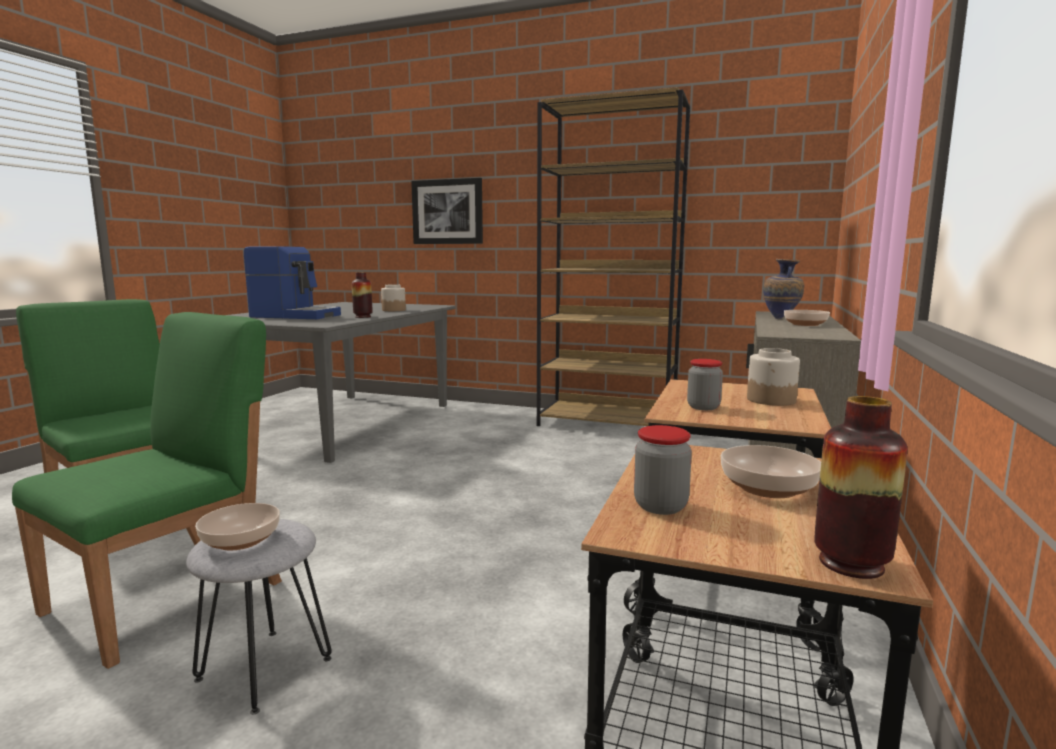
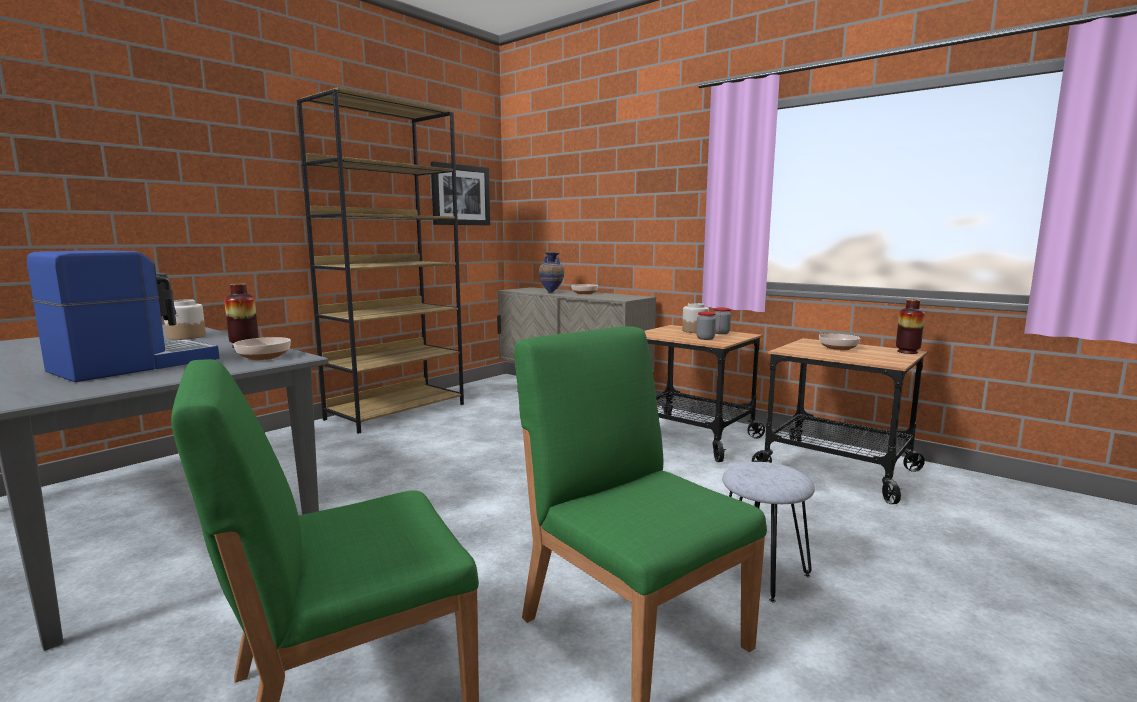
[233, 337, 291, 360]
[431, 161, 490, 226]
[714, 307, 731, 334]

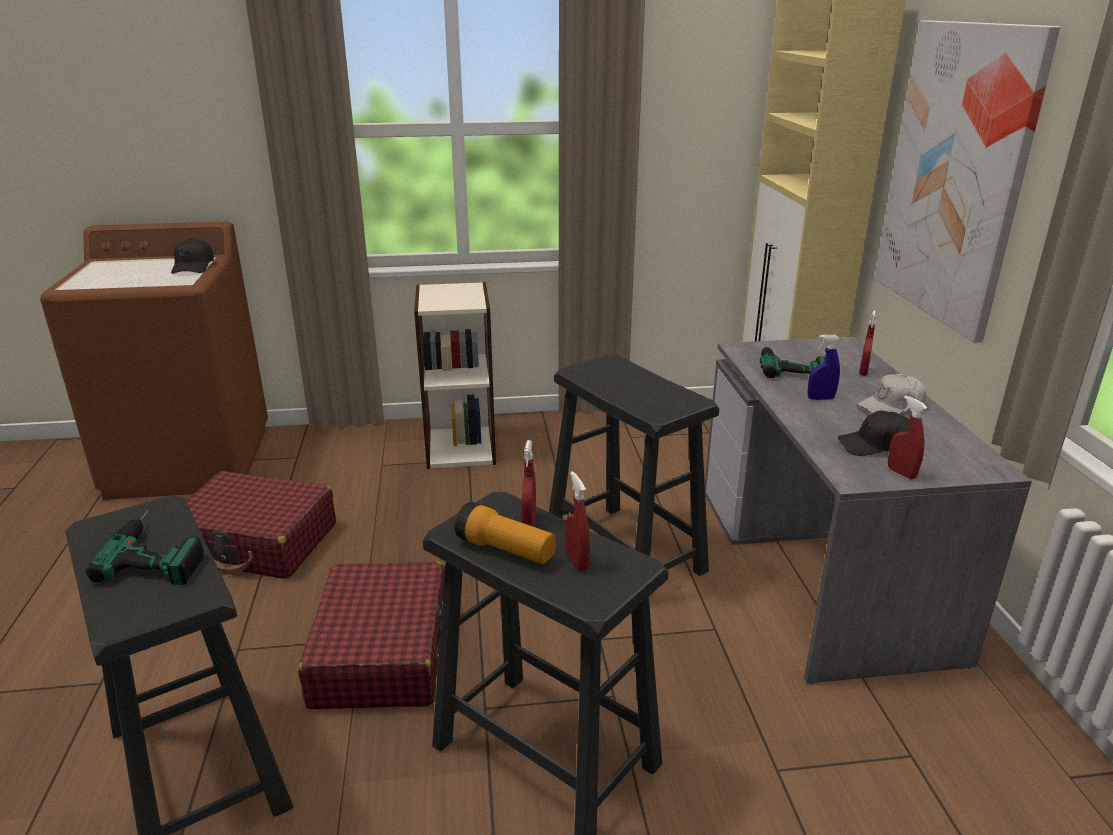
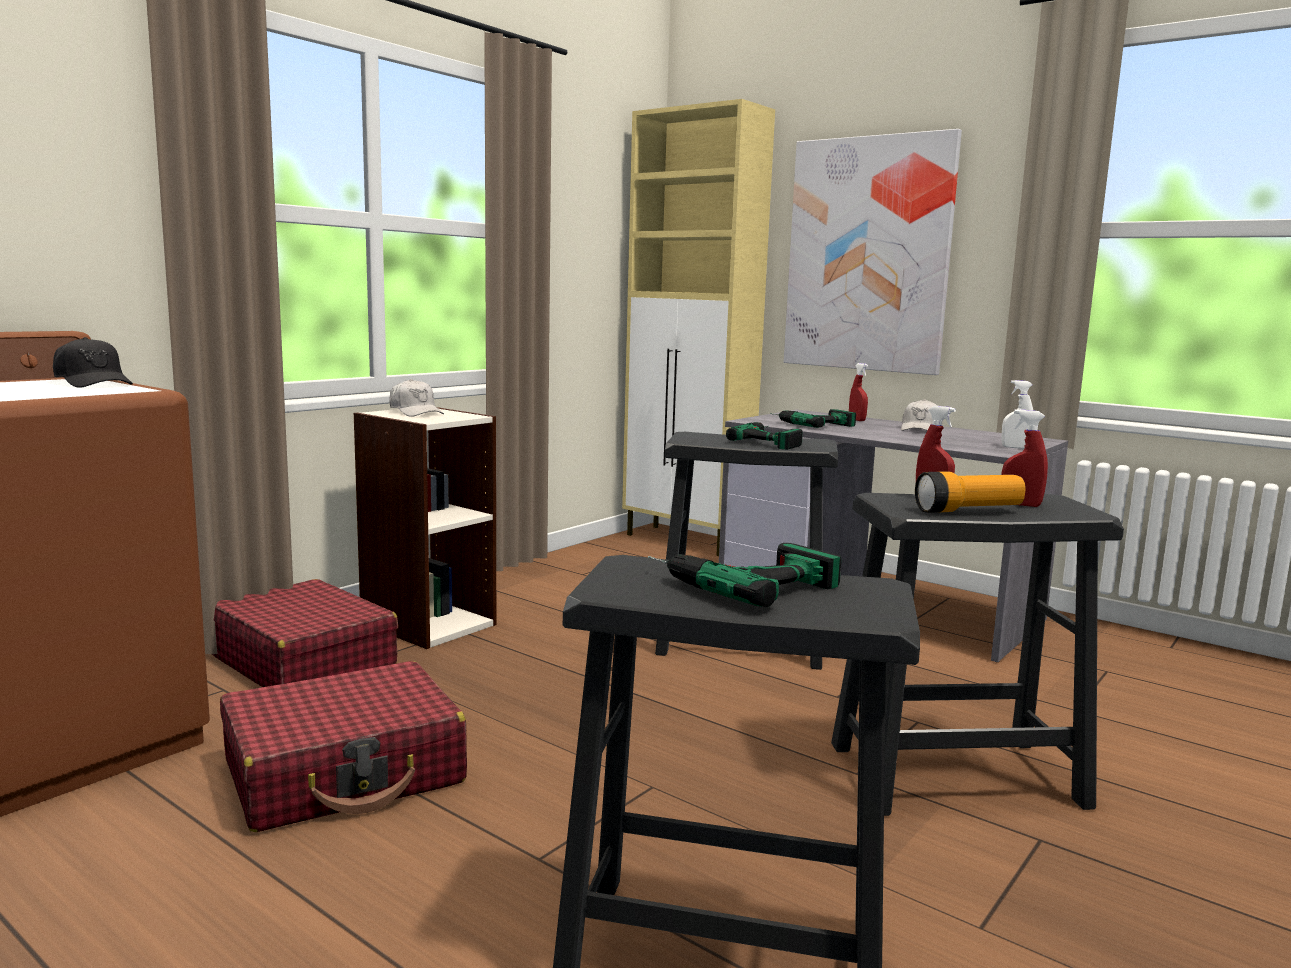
[212, 579, 398, 687]
[808, 335, 840, 400] (first image)
[838, 411, 911, 456] (first image)
[1001, 380, 1033, 449]
[389, 379, 444, 417]
[726, 422, 803, 450]

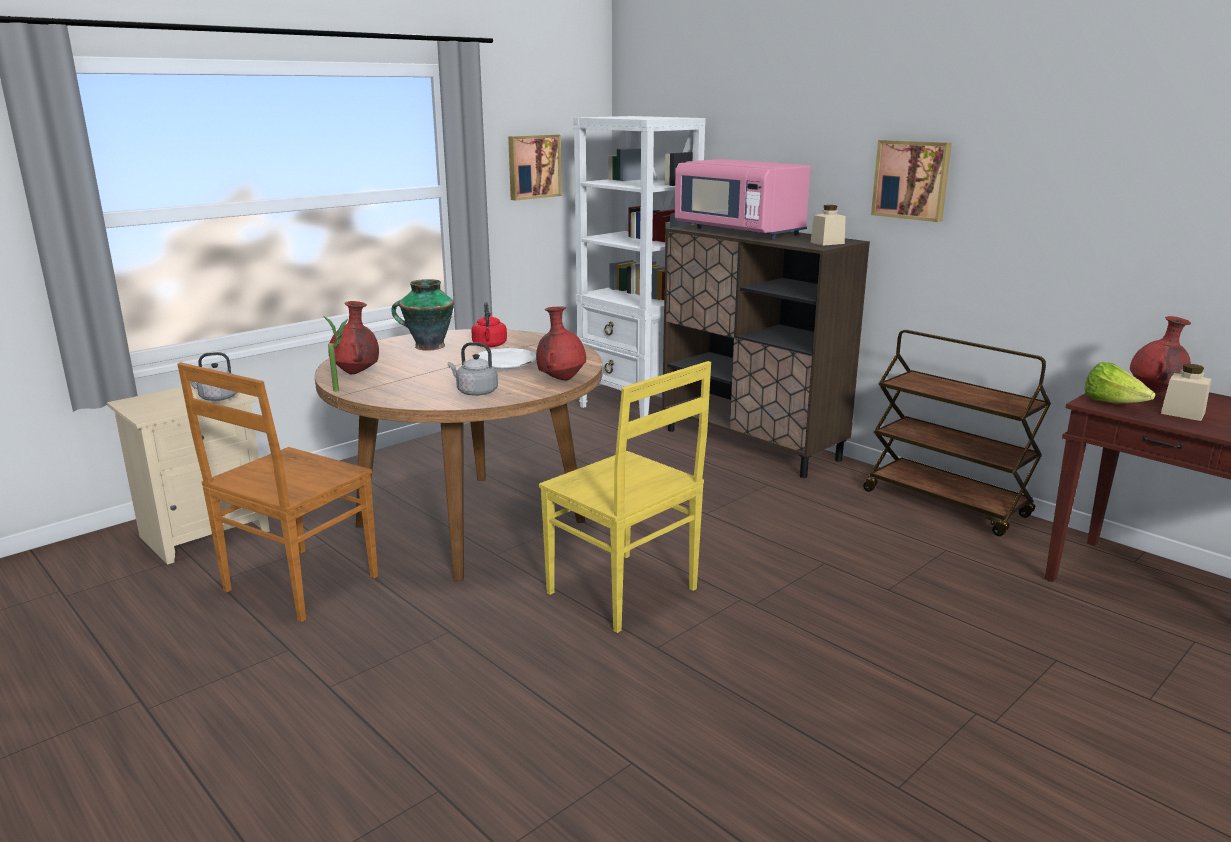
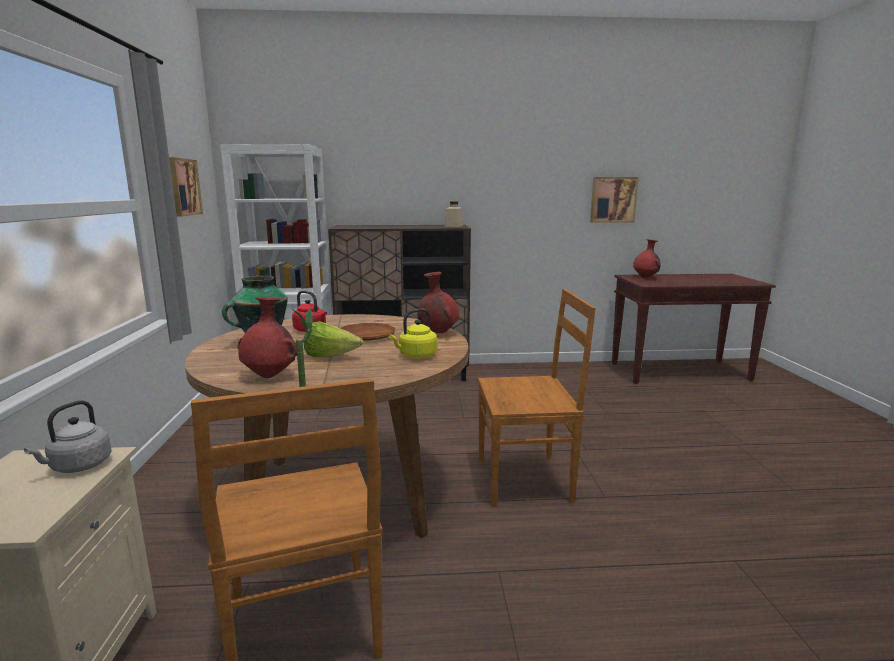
[389, 309, 437, 358]
[340, 323, 395, 341]
[478, 289, 596, 506]
[675, 159, 811, 239] (first image)
[863, 330, 1051, 536] (first image)
[590, 177, 639, 223]
[304, 321, 363, 357]
[1161, 364, 1211, 421] (first image)

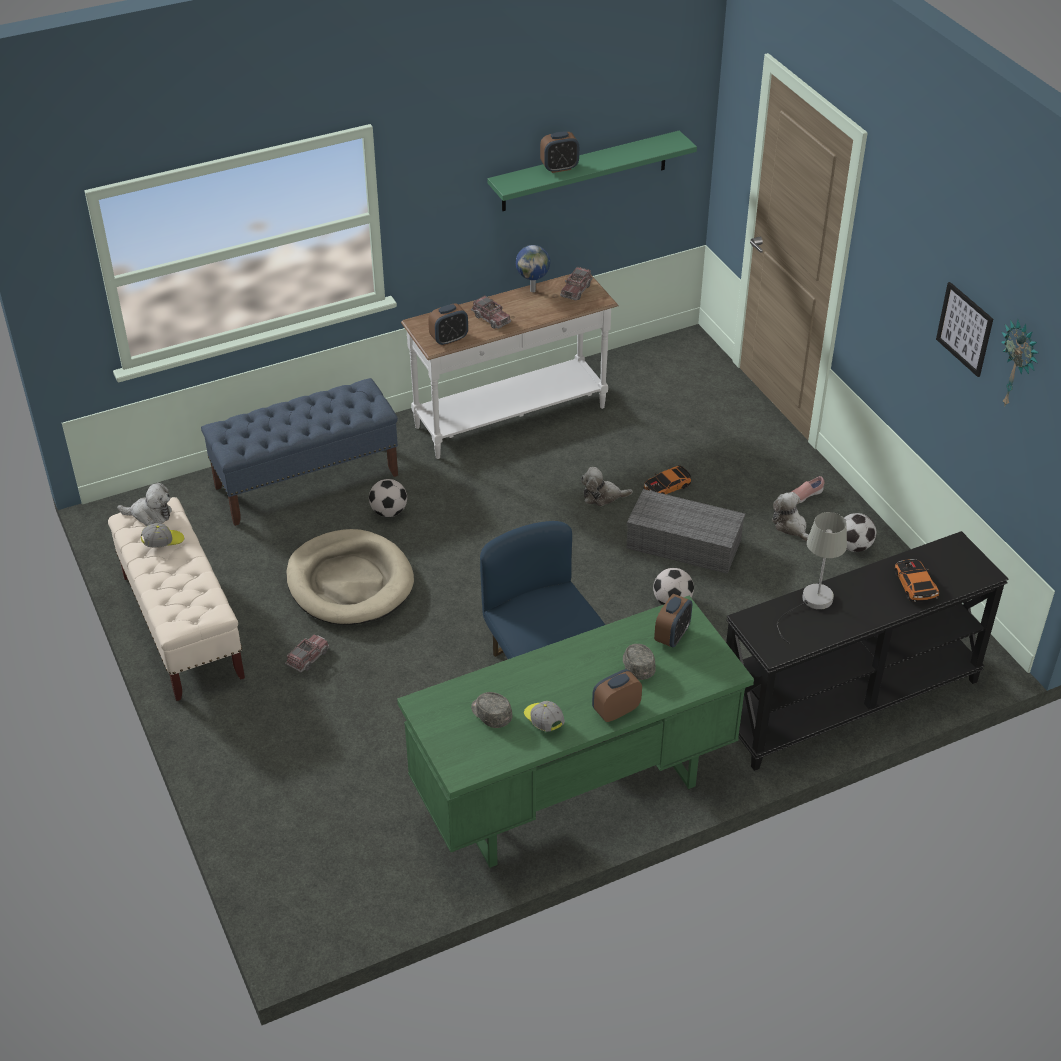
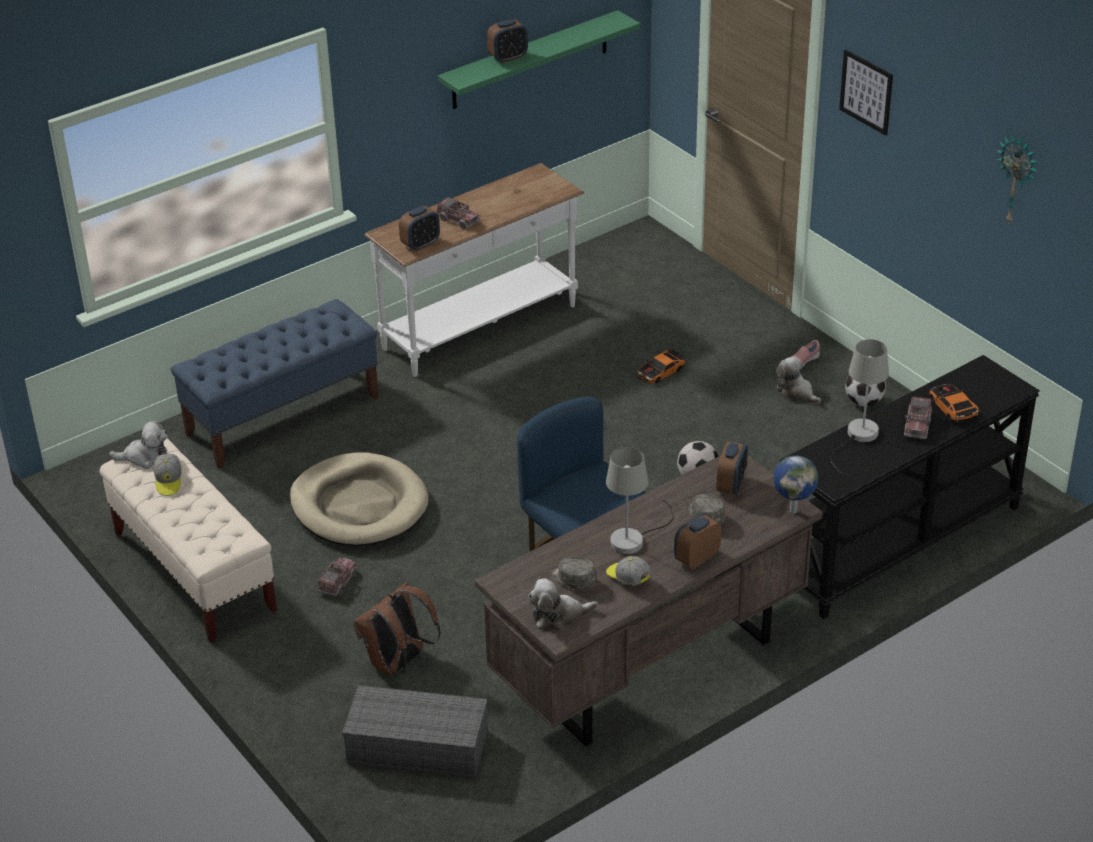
[154, 454, 182, 496]
[369, 479, 407, 517] (first image)
[475, 455, 823, 747]
[773, 455, 819, 514]
[904, 396, 932, 439]
[528, 579, 598, 630]
[342, 685, 488, 778]
[839, 50, 893, 136]
[353, 582, 441, 675]
[606, 447, 674, 555]

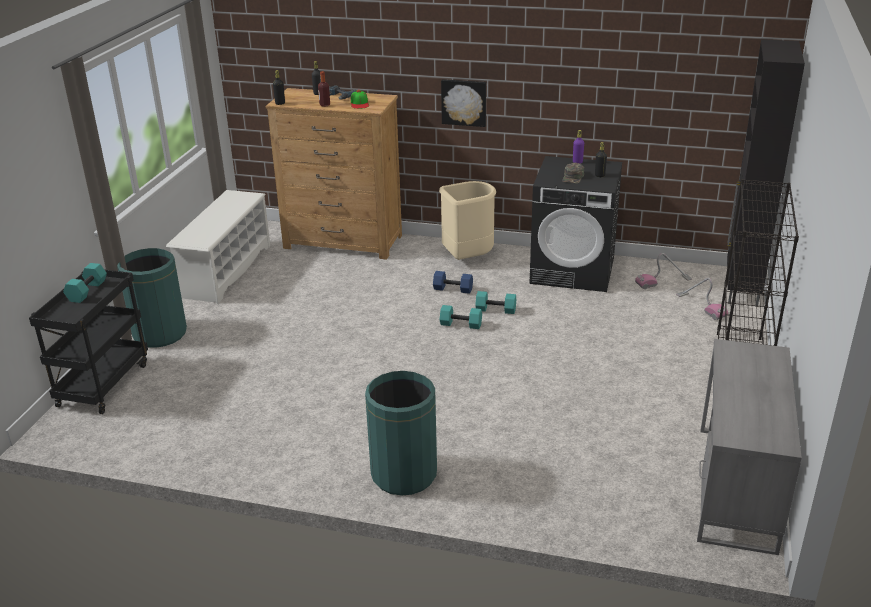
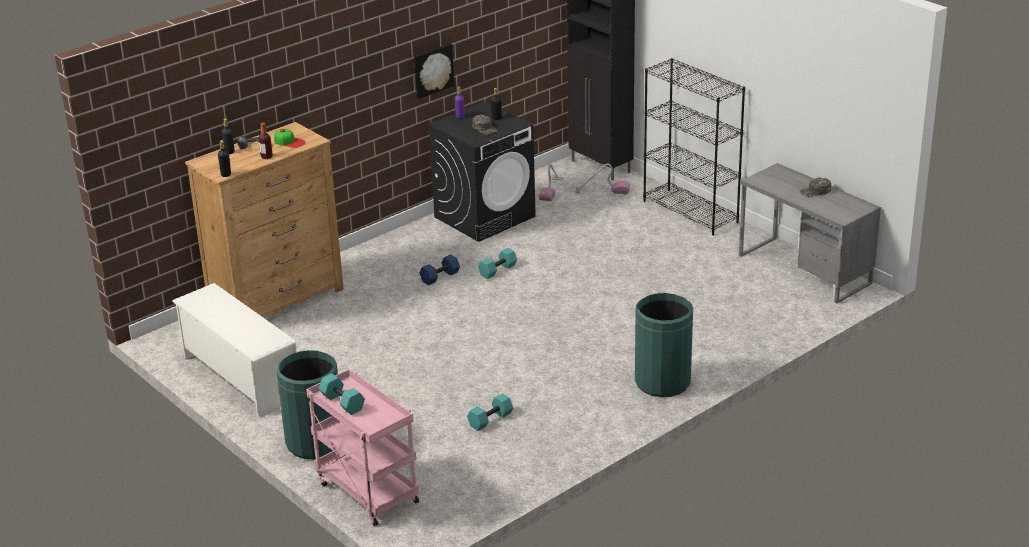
[306, 369, 419, 526]
[439, 181, 496, 260] (first image)
[467, 393, 513, 431]
[414, 43, 454, 99]
[800, 177, 831, 197]

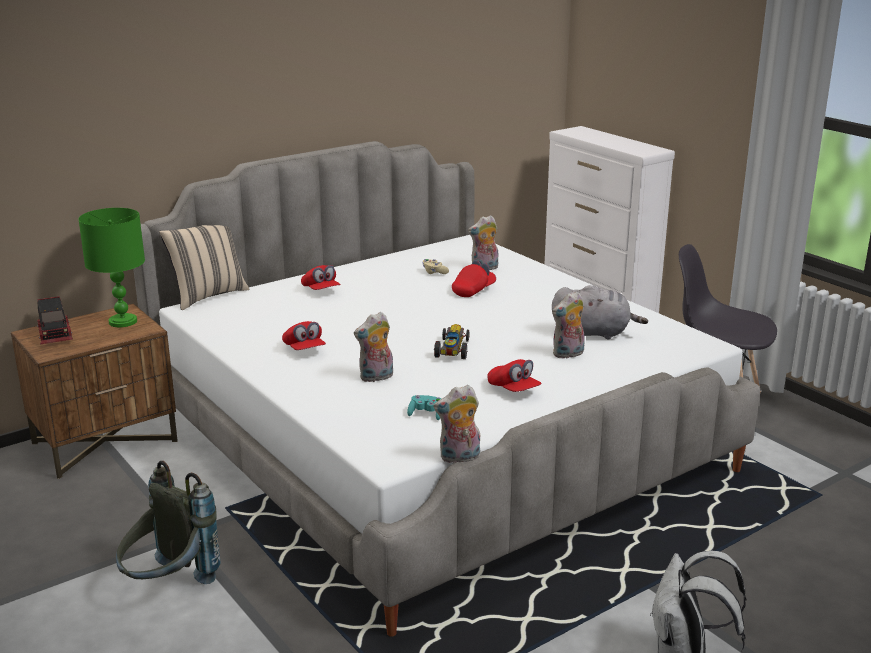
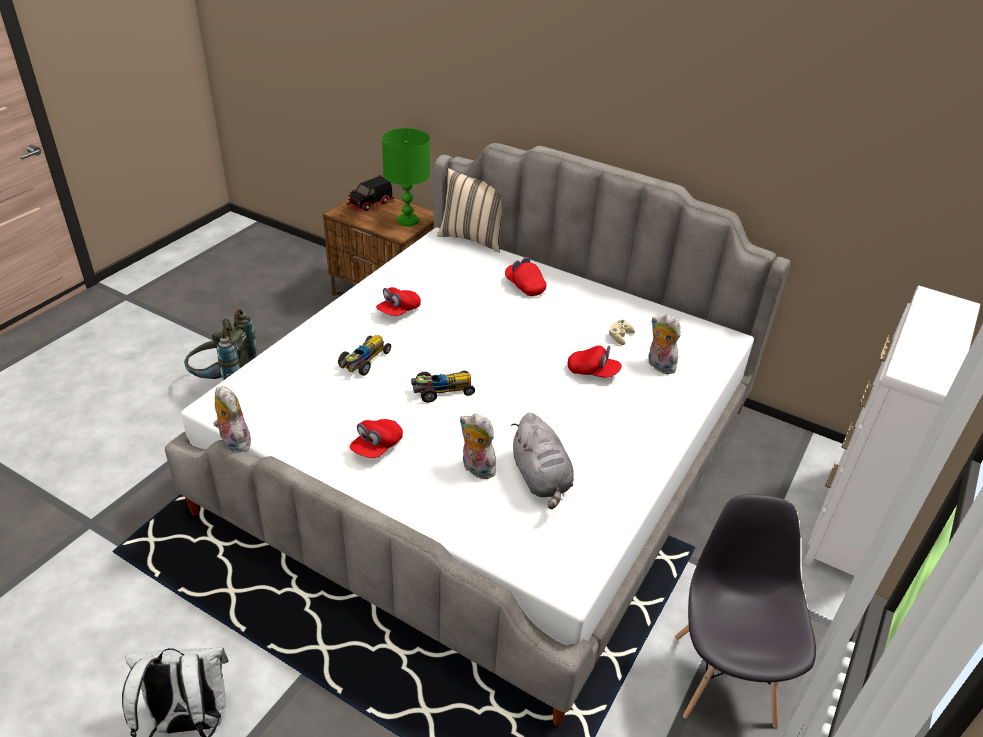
[505, 257, 547, 296]
[338, 335, 391, 376]
[407, 395, 442, 420] (first image)

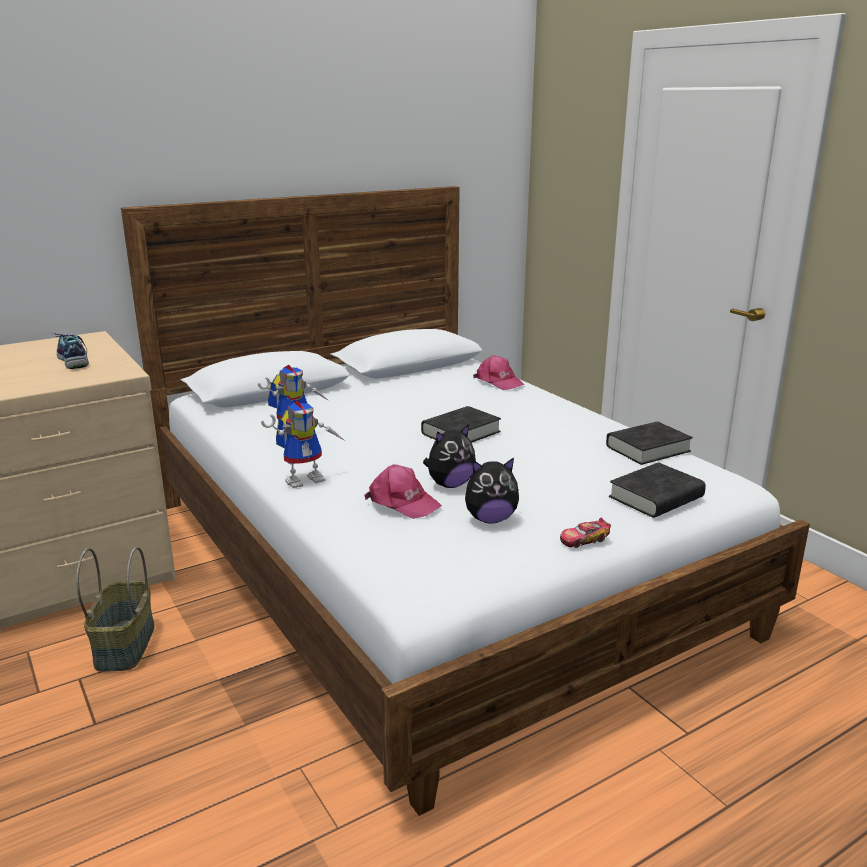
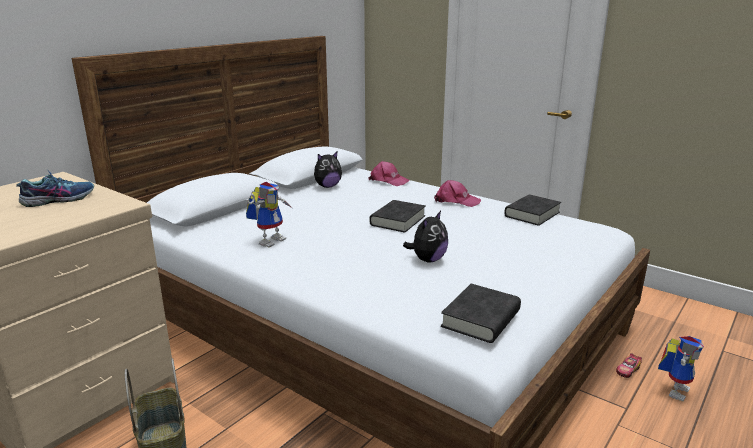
[16, 169, 94, 207]
[658, 336, 704, 402]
[434, 180, 481, 207]
[314, 152, 342, 188]
[616, 353, 642, 378]
[441, 284, 521, 343]

